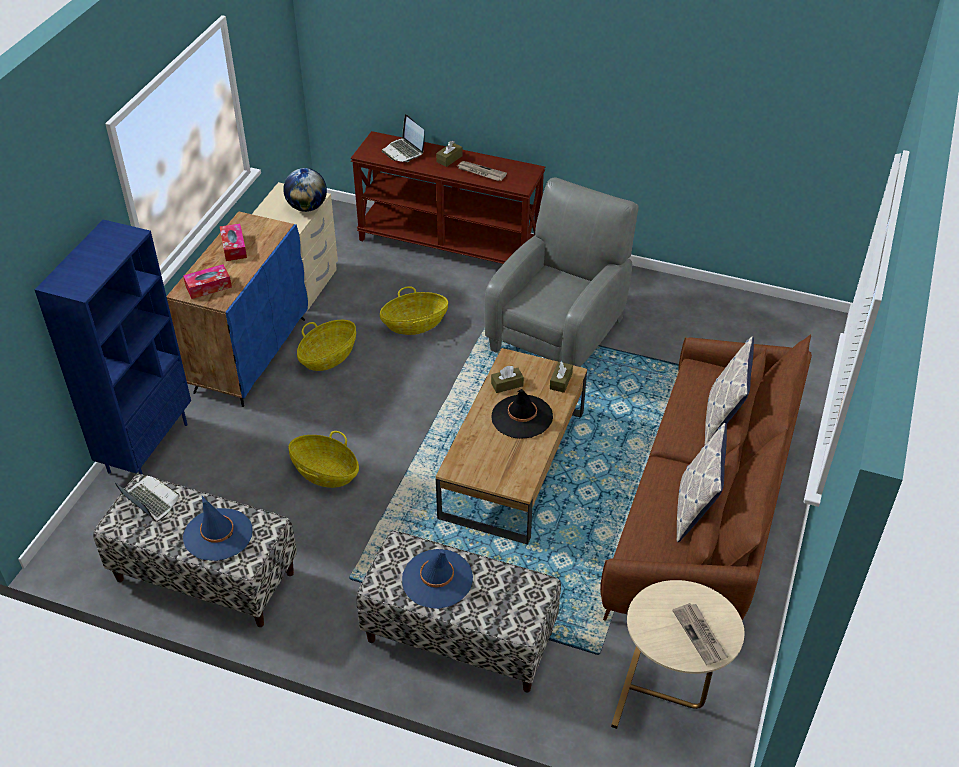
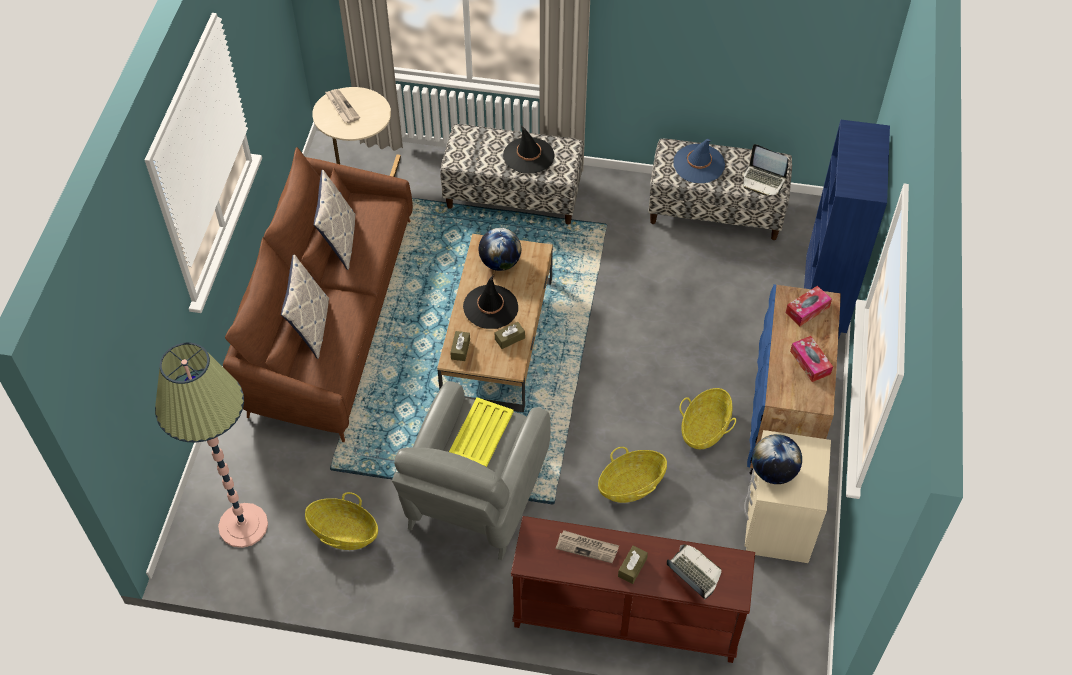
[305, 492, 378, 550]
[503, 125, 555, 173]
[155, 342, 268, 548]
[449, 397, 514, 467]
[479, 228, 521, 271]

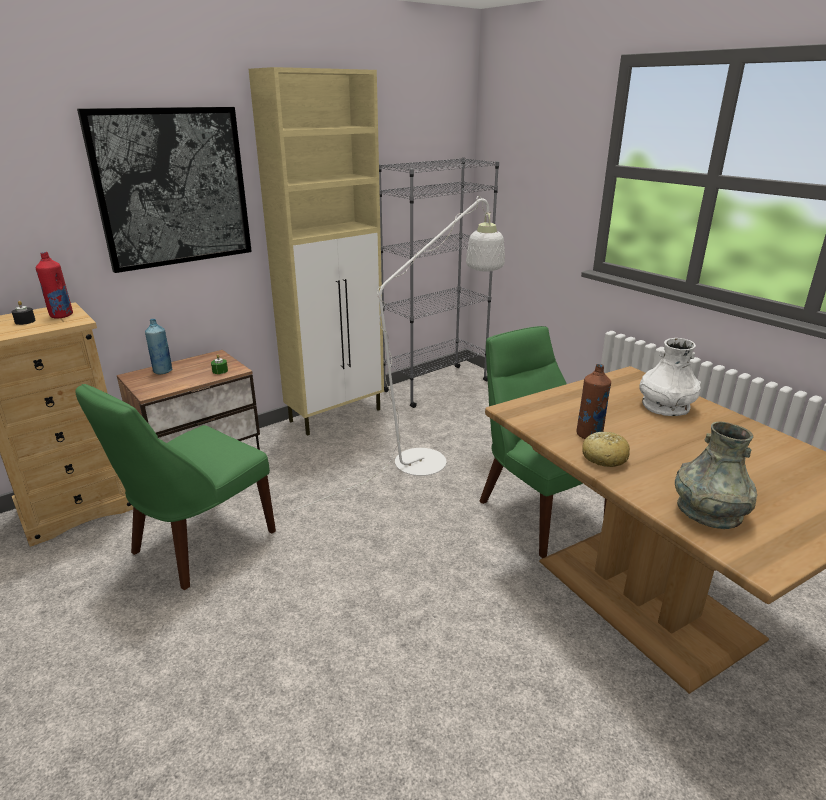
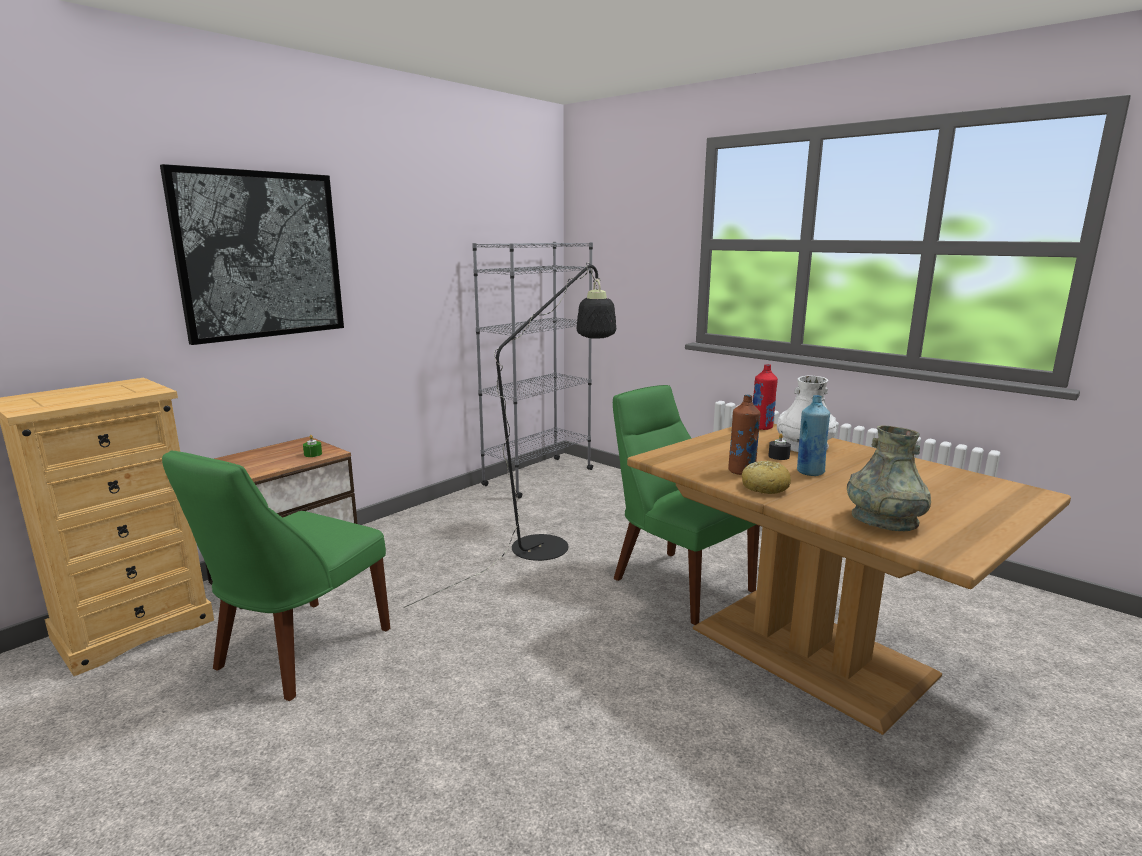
[768, 433, 791, 460]
[753, 364, 778, 430]
[797, 395, 830, 476]
[249, 67, 384, 436] (first image)
[404, 262, 616, 608]

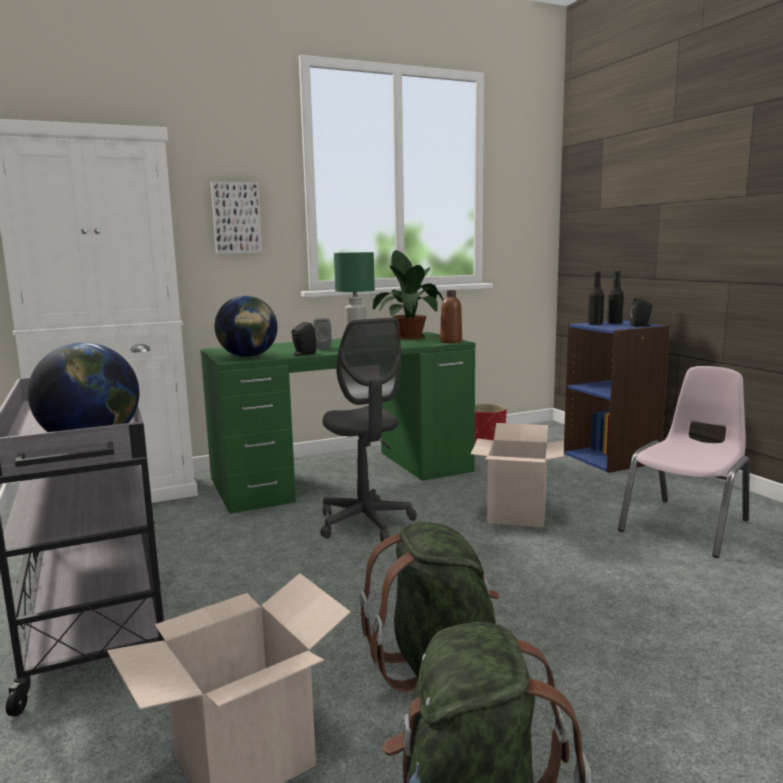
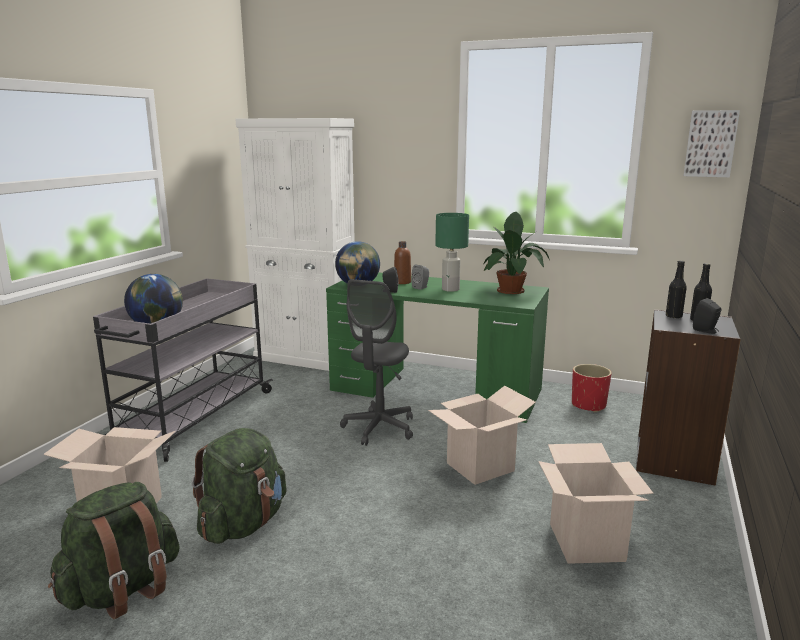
[683, 110, 740, 177]
[394, 241, 411, 284]
[636, 309, 741, 486]
[539, 443, 653, 564]

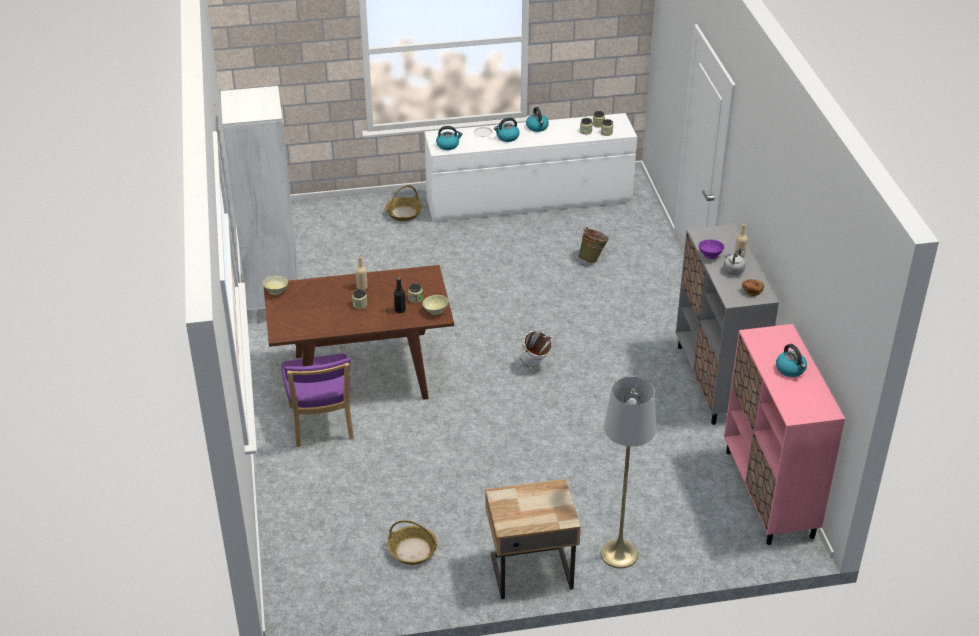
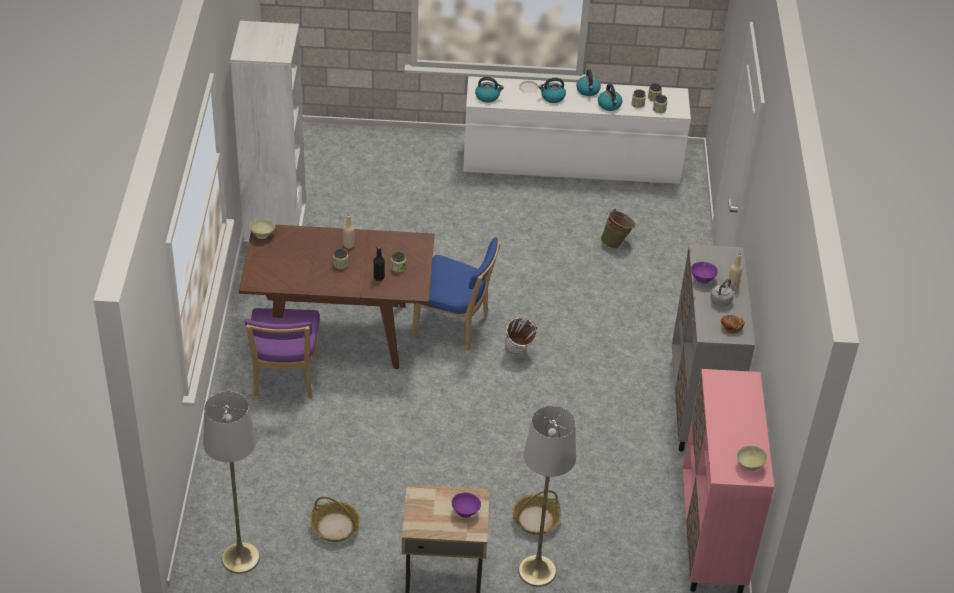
[512, 490, 561, 535]
[736, 445, 768, 471]
[598, 84, 622, 111]
[203, 391, 260, 574]
[412, 237, 501, 351]
[452, 492, 481, 518]

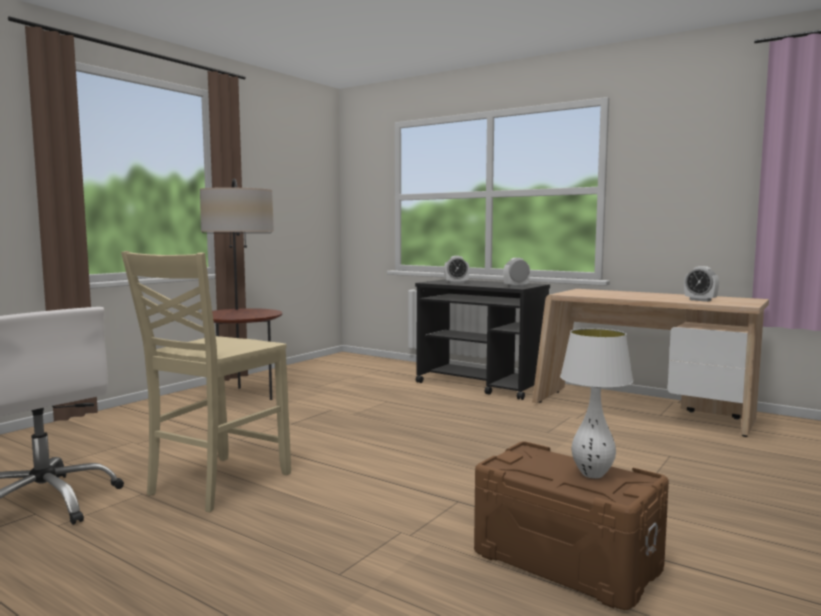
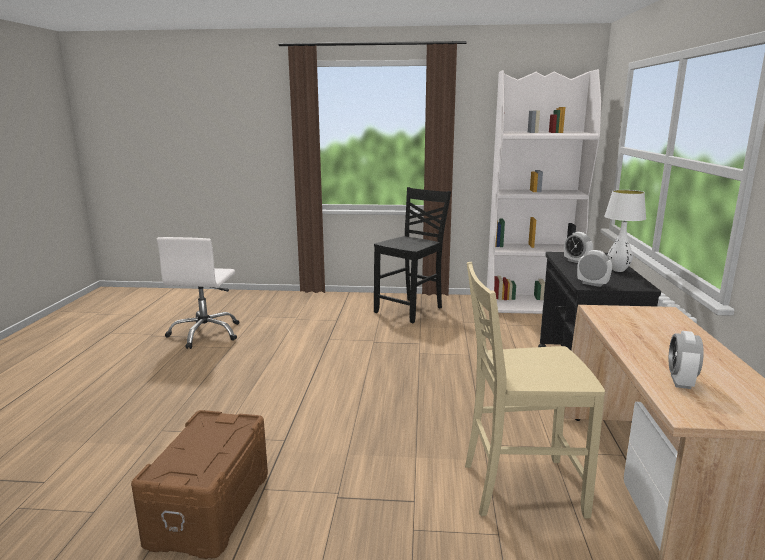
[465, 262, 605, 519]
[374, 187, 451, 323]
[604, 190, 646, 272]
[487, 69, 601, 314]

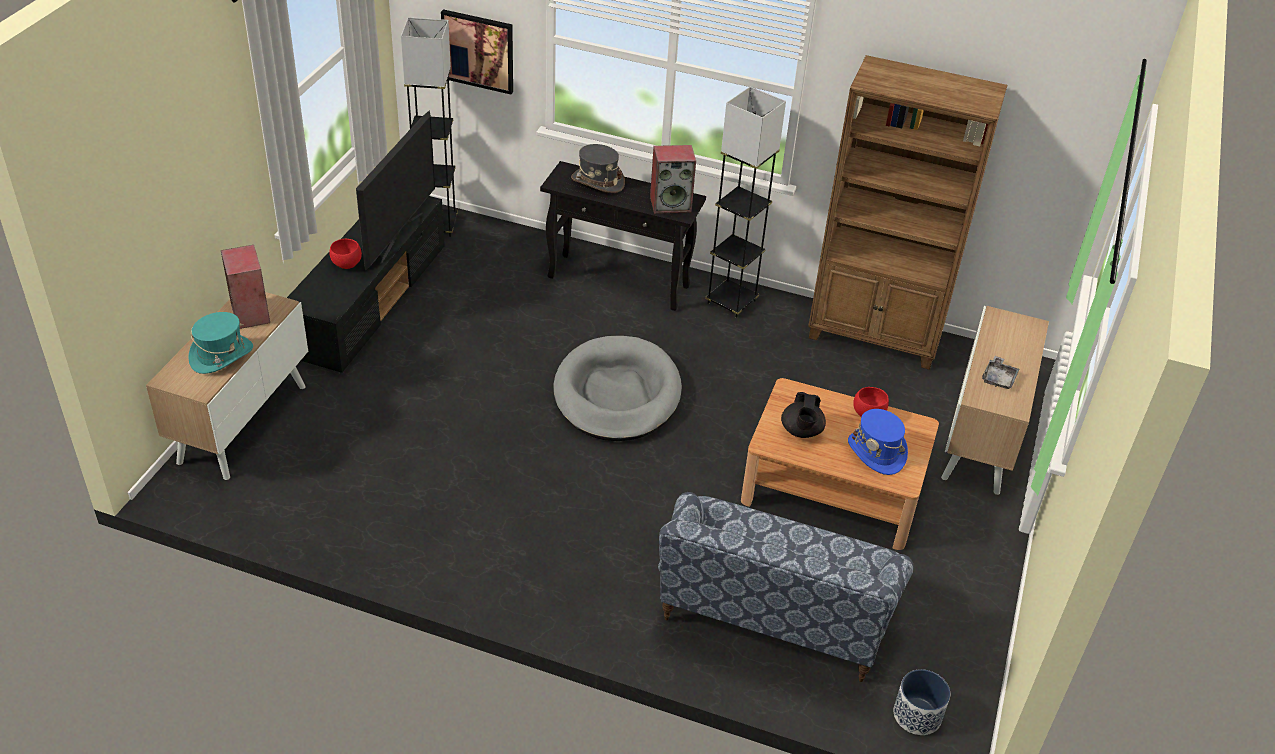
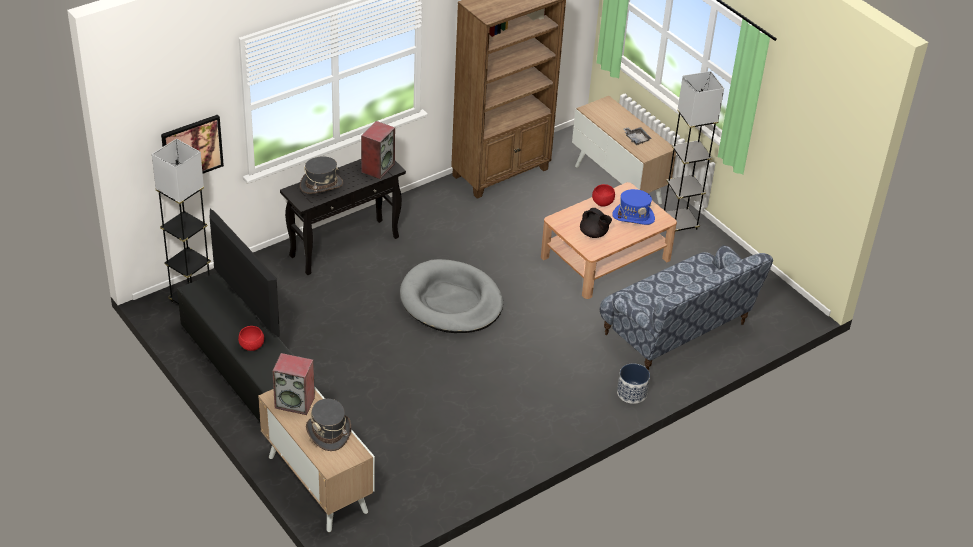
[306, 399, 351, 451]
[664, 71, 724, 232]
[617, 363, 650, 404]

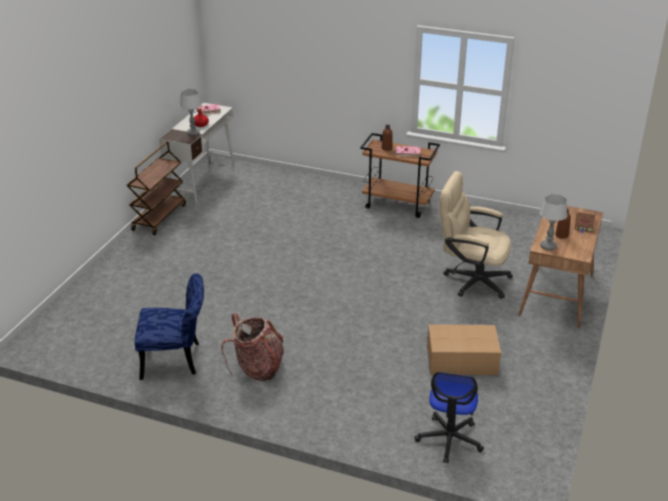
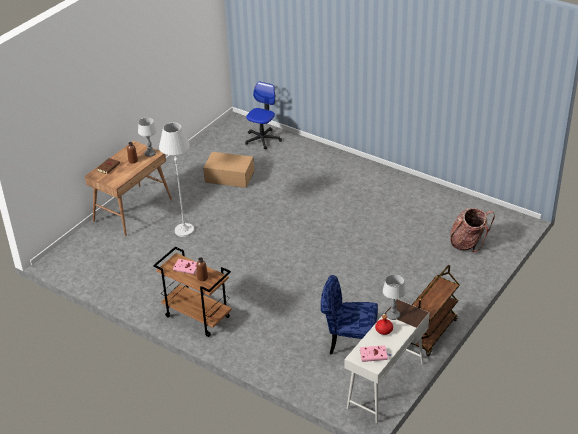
[321, 275, 378, 355]
[450, 208, 495, 253]
[159, 122, 194, 237]

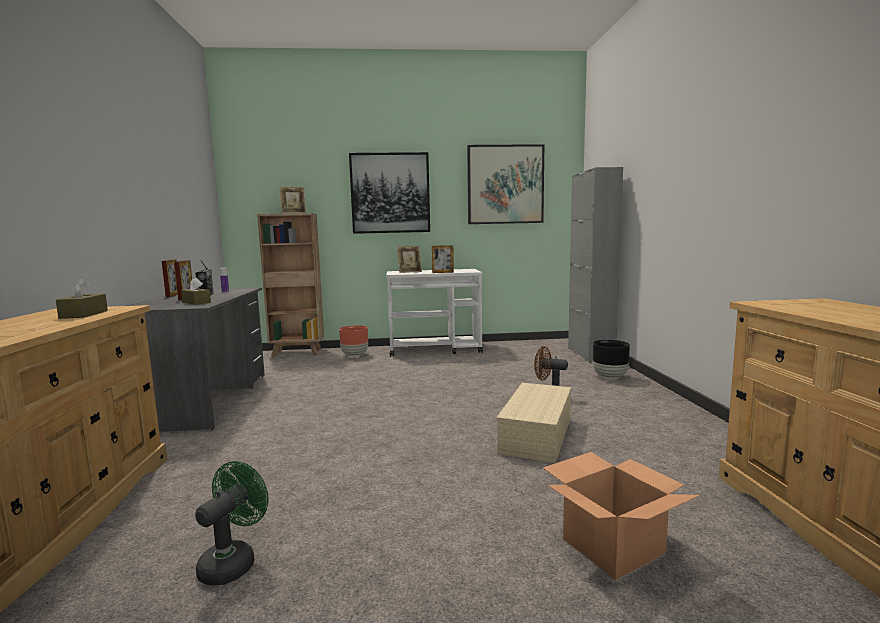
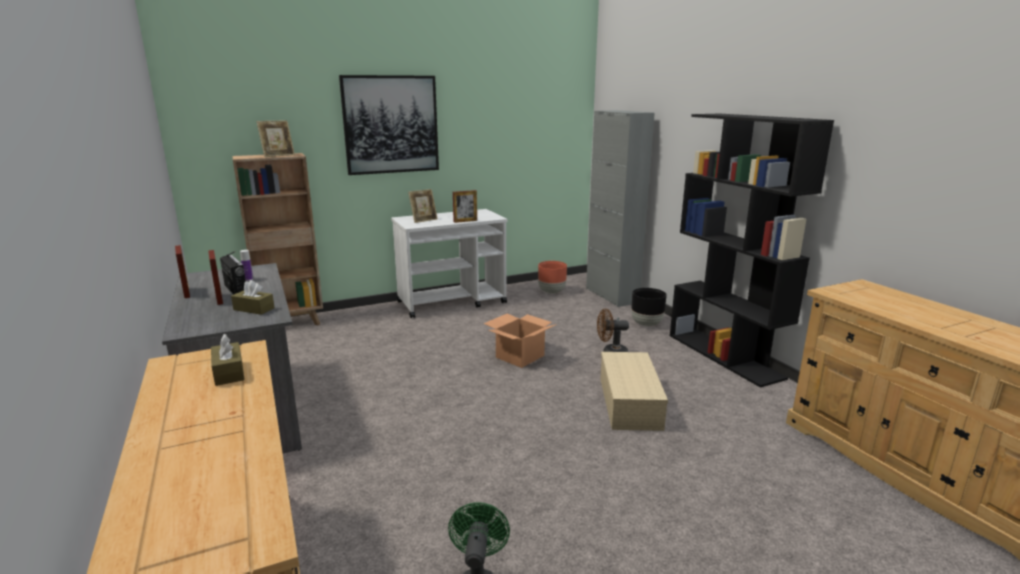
[538, 261, 567, 294]
[467, 144, 544, 224] (first image)
[484, 313, 557, 368]
[670, 114, 834, 388]

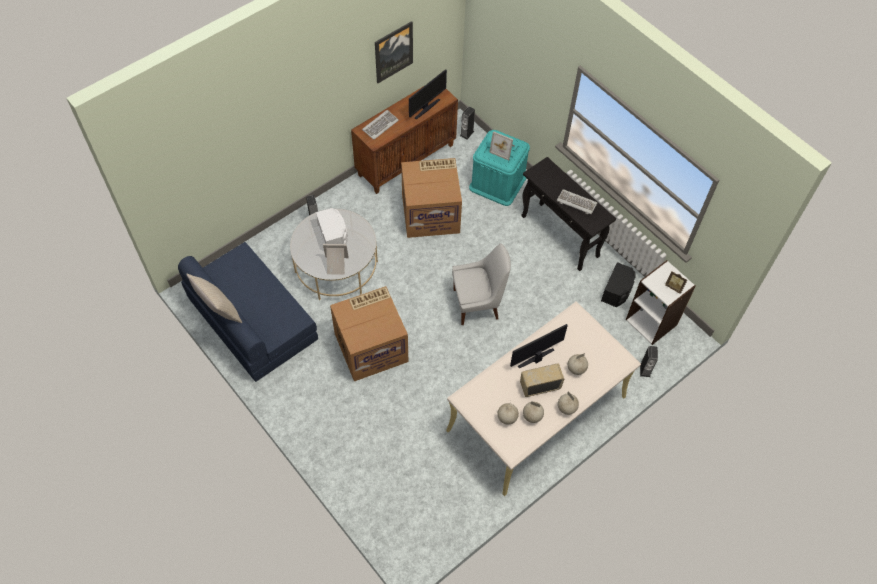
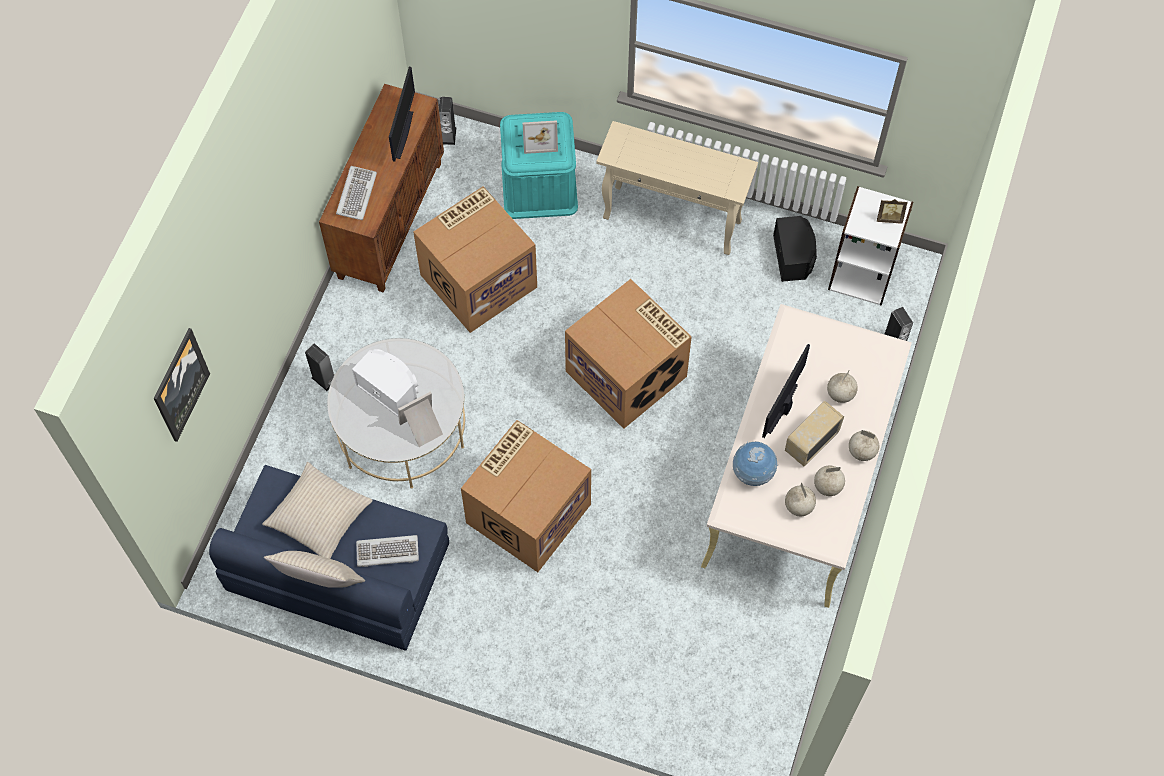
[154, 328, 210, 442]
[565, 279, 692, 429]
[596, 121, 758, 255]
[356, 535, 419, 567]
[262, 462, 373, 559]
[733, 441, 778, 486]

